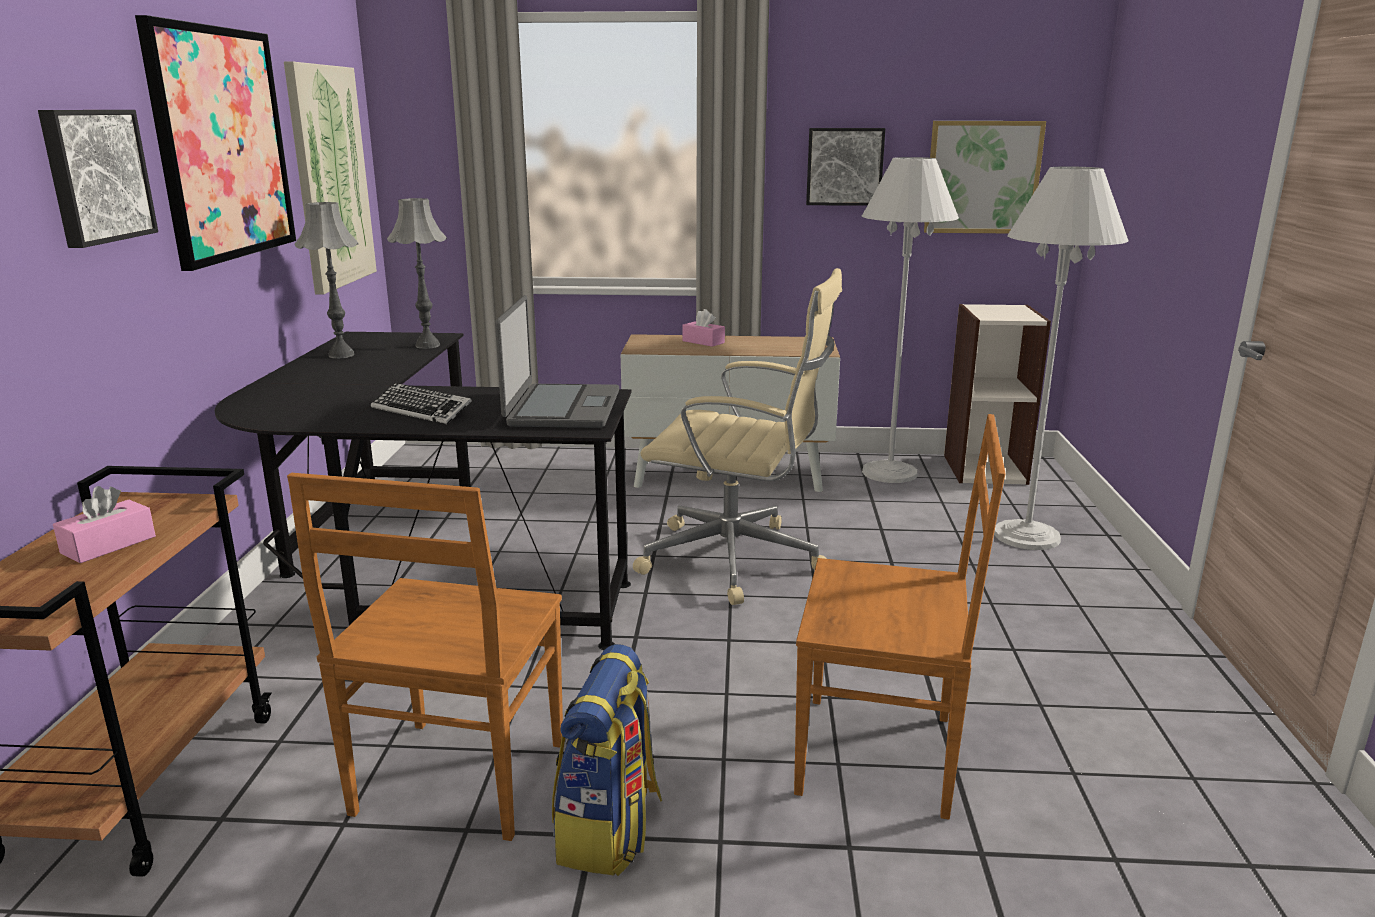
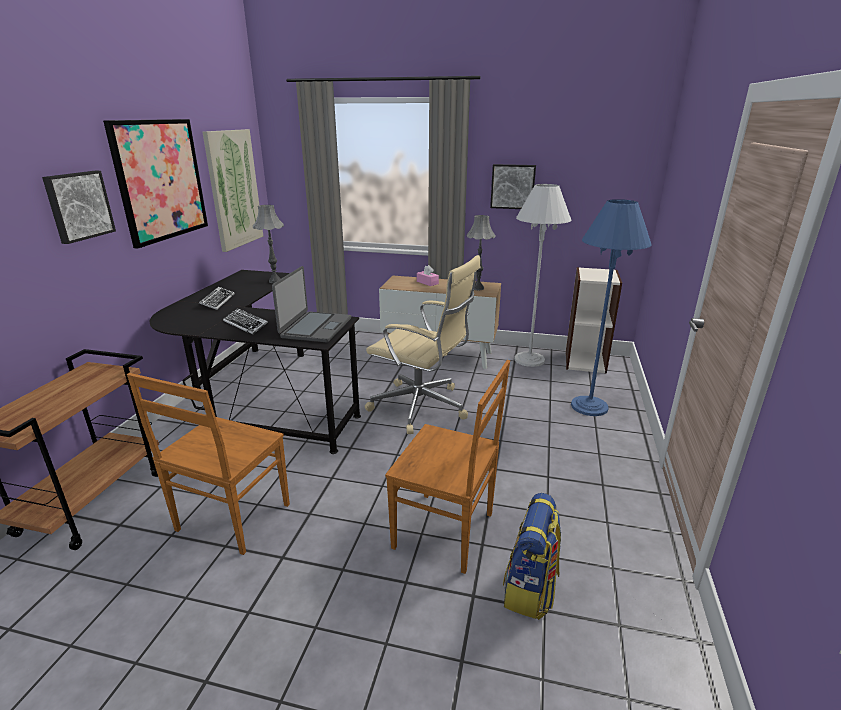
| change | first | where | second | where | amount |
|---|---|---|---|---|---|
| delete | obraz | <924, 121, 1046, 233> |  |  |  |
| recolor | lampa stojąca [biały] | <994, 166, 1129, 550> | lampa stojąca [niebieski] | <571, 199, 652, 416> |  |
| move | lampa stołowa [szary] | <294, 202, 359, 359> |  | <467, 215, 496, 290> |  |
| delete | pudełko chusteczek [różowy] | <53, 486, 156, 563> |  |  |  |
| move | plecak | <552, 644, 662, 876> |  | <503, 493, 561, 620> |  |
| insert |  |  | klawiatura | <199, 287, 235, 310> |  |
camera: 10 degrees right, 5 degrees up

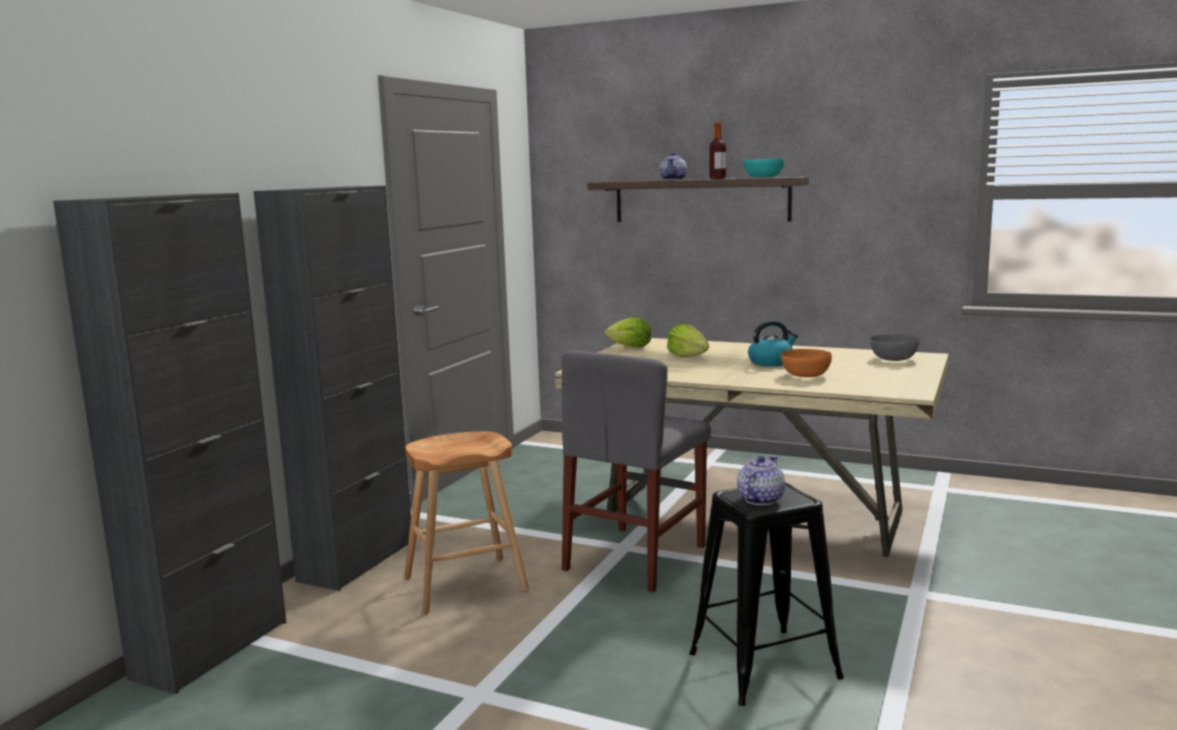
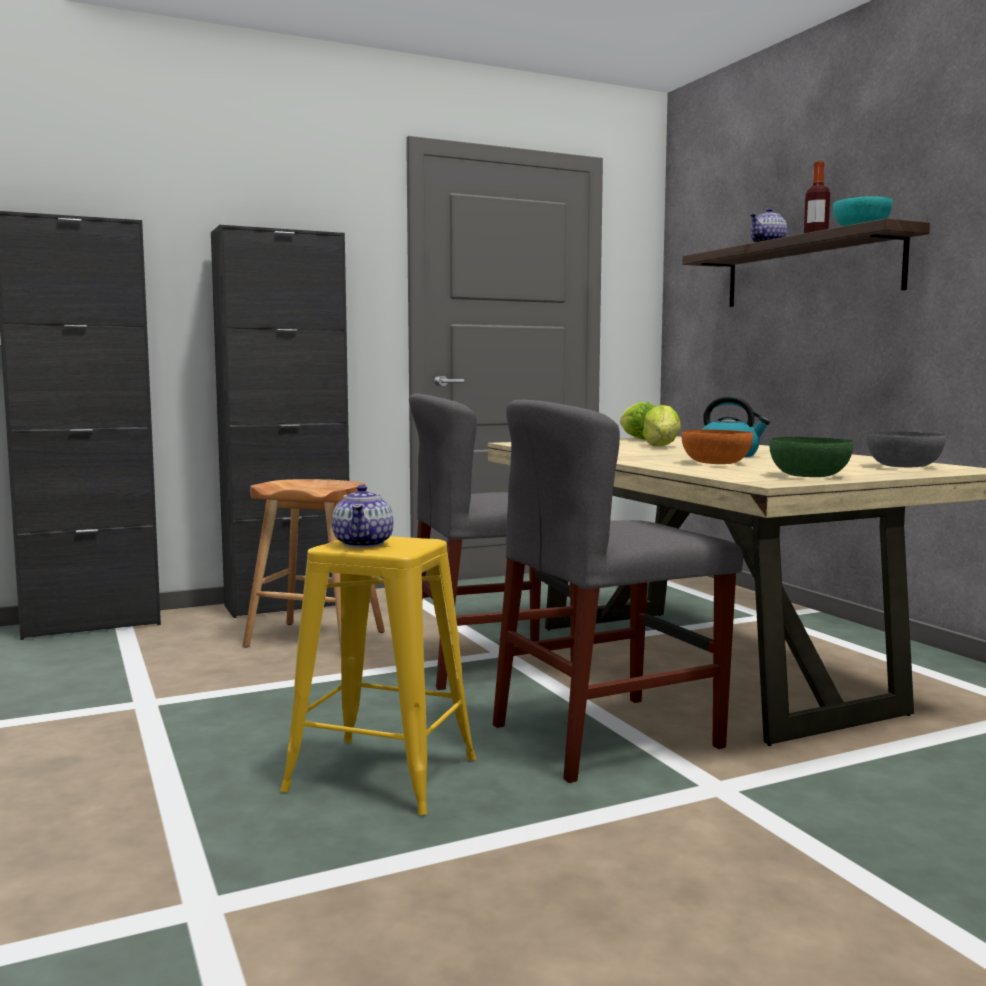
| change | first | where | second | where | amount |
|---|---|---|---|---|---|
| rotate | imbryk | <737, 455, 785, 505> |  | <332, 485, 393, 548> | 105 degrees clockwise |
| recolor | stołek [czarny] | <689, 482, 844, 706> | stołek [żółty] | <280, 536, 476, 815> |  |
| insert |  |  | krzesło [szary] | <493, 400, 743, 783> |  |
| insert |  |  | miska [zielony] | <769, 437, 853, 477> |  |
camera: 40 degrees right, 5 degrees down

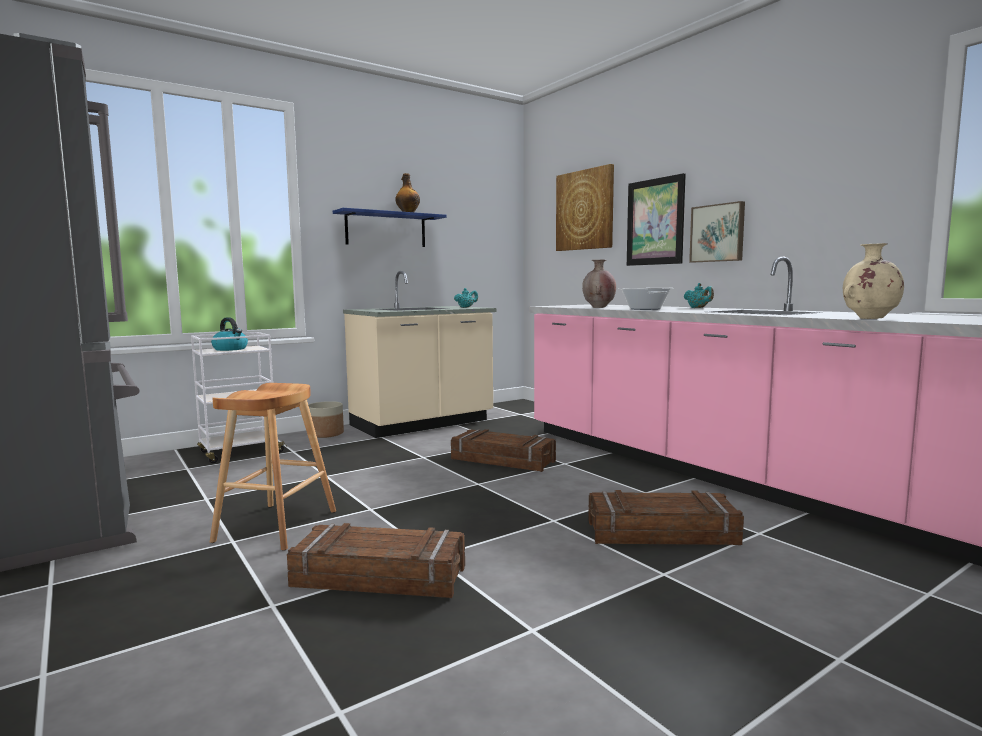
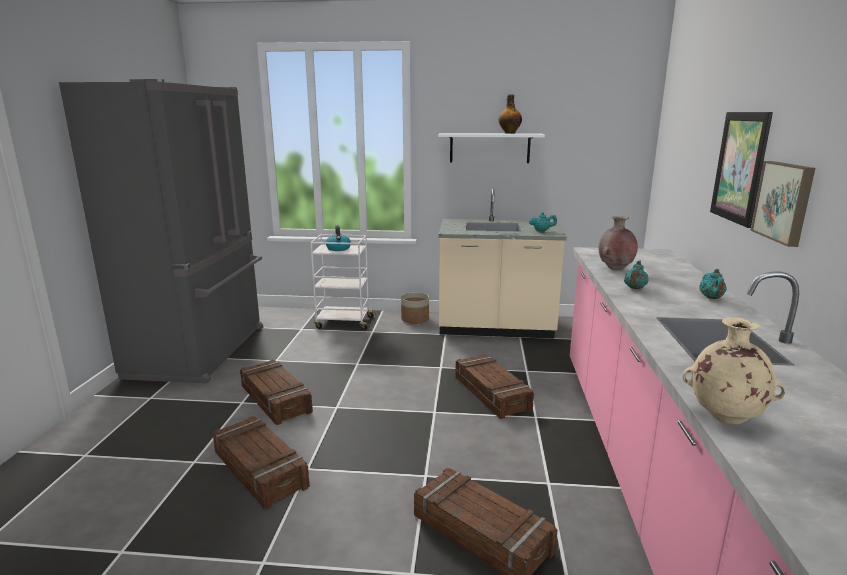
| change | first | where | second | where | amount |
|---|---|---|---|---|---|
| delete | obraz | <556, 164, 614, 251> |  |  |  |
| recolor | półka [niebieski] | <333, 208, 447, 247> | półka [biały] | <438, 133, 545, 163> |  |
| replace | garnek | <619, 288, 674, 310> | imbryk [turkusowy] | <624, 260, 648, 289> |  |
| replace | stołek [brązowy] | <210, 383, 336, 551> | skrzynka | <240, 360, 313, 425> |  |
camera: 40 degrees right, 10 degrees up

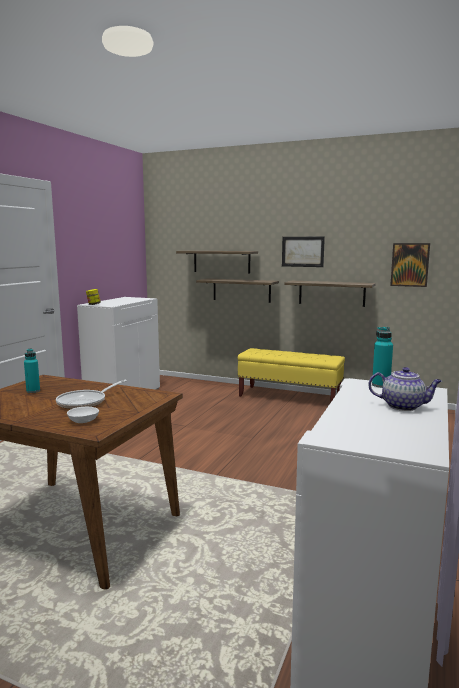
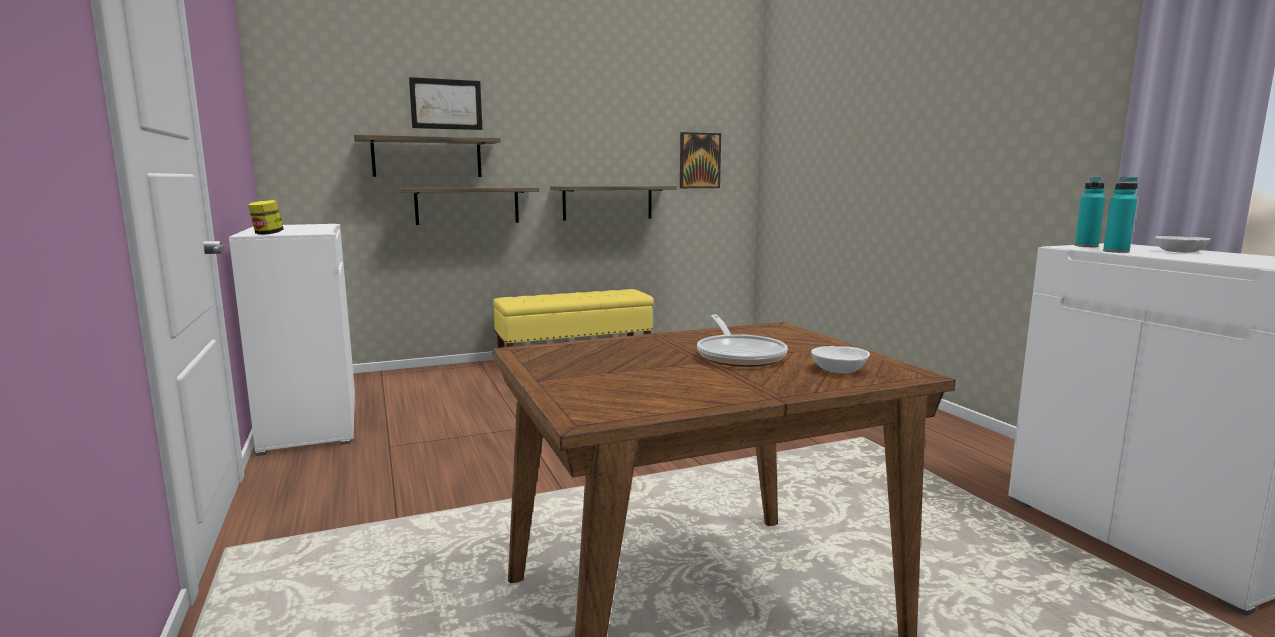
| change | first | where | second | where | amount |
|---|---|---|---|---|---|
| move | obraz | <282, 237, 325, 267> |  | <409, 77, 482, 130> |  |
| move | butelka [turkusowy] | <24, 348, 40, 393> |  | <1103, 177, 1138, 253> |  |
| replace | imbryk | <368, 367, 442, 411> | miska [biały] | <1155, 236, 1211, 253> |  |
camera: 45 degrees left, 0 degrees up

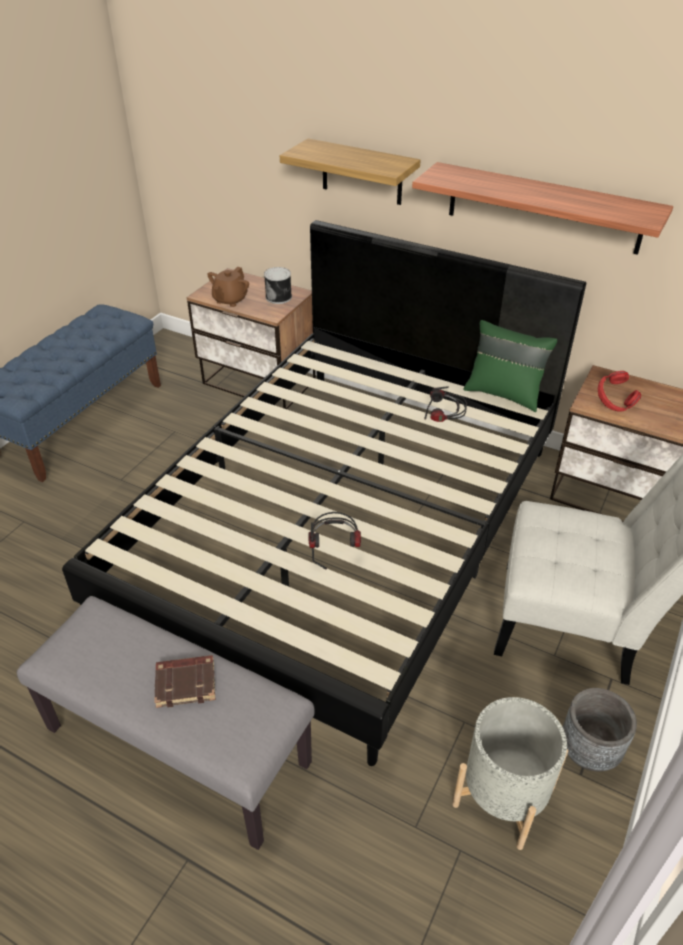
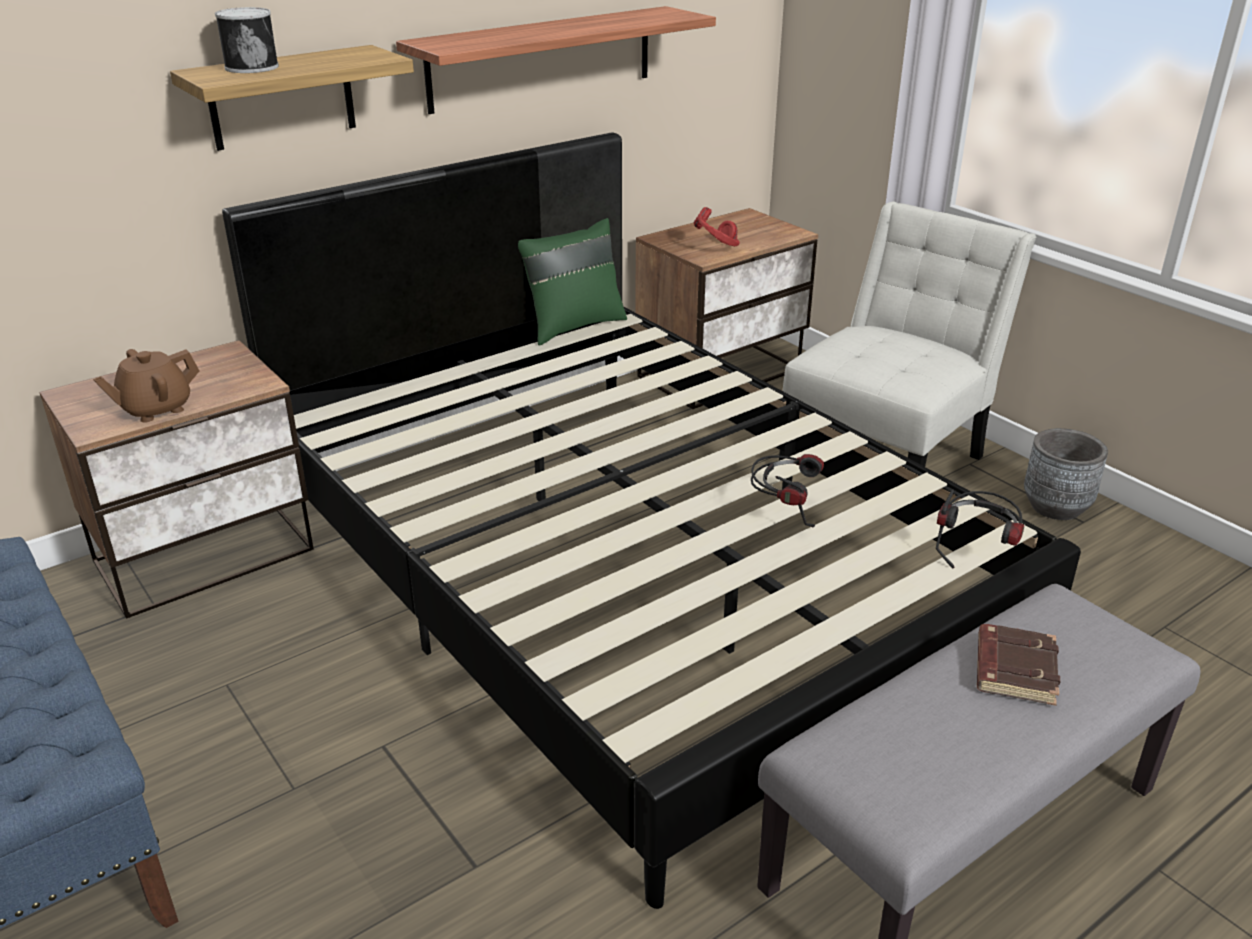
| change | first | where | second | where | amount |
|---|---|---|---|---|---|
| rotate | imbryk [brązowy] | <208, 267, 249, 307> |  | <93, 349, 199, 423> | 90 degrees clockwise |
| move | puszka | <264, 267, 292, 304> |  | <215, 7, 279, 73> |  |
| move | słuchawki | <424, 386, 467, 422> |  | <936, 490, 1024, 568> |  |
| delete | donica [szary] | <452, 697, 568, 850> |  |  |  |
camera: 65 degrees left, 10 degrees down

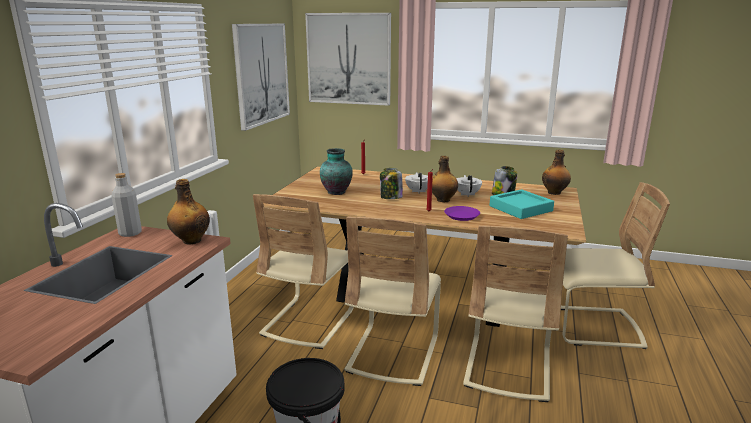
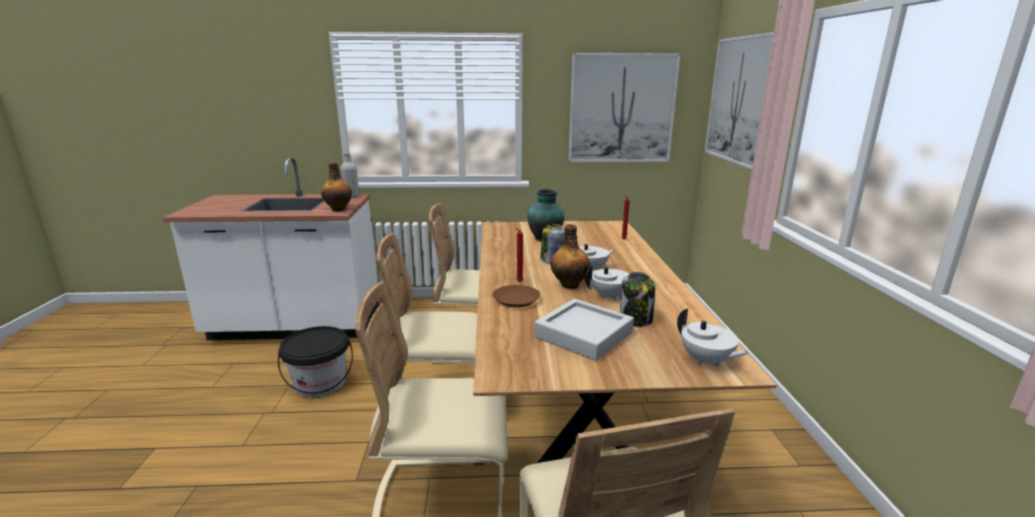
| change | first | where | second | where | amount |
|---|---|---|---|---|---|
| replace | butelka | <542, 150, 571, 195> | imbryk [biały] | <677, 309, 750, 367> |  |
| recolor | taca [turkusowy] | <489, 189, 554, 219> | taca [szary] | <534, 299, 634, 361> |  |
| recolor | talerz [fioletowy] | <444, 206, 480, 221> | talerz [brązowy] | <492, 285, 540, 308> |  |
camera: 70 degrees right, 0 degrees up

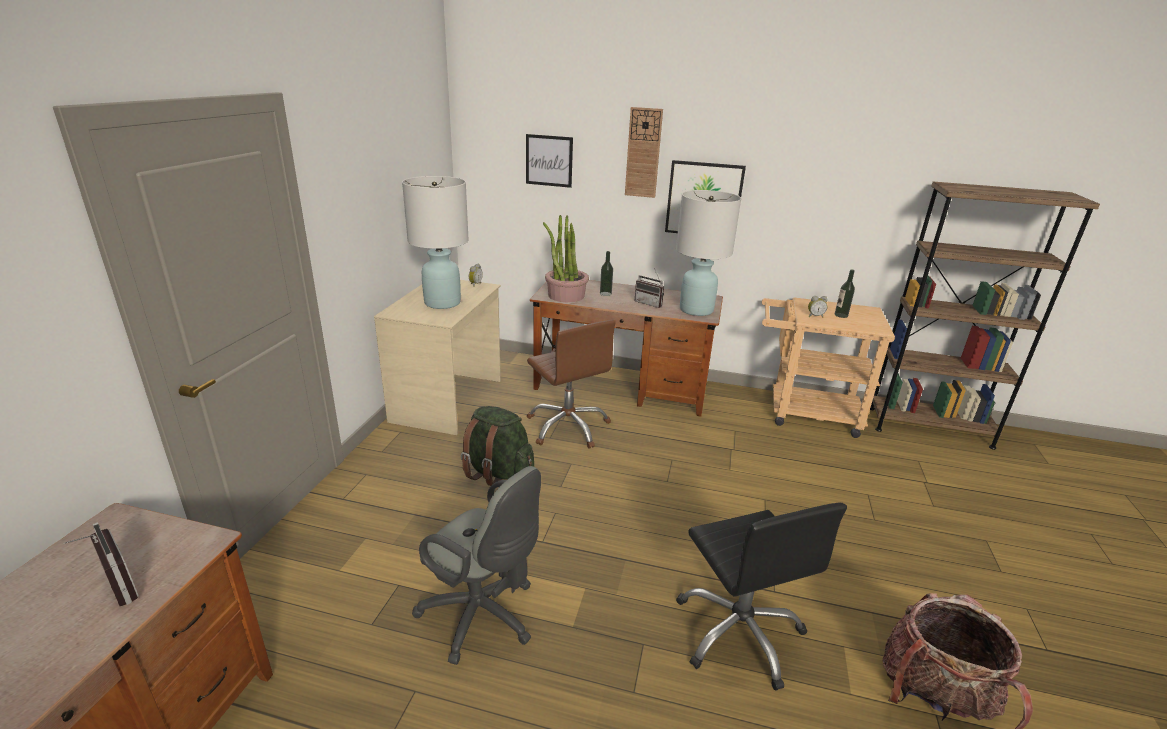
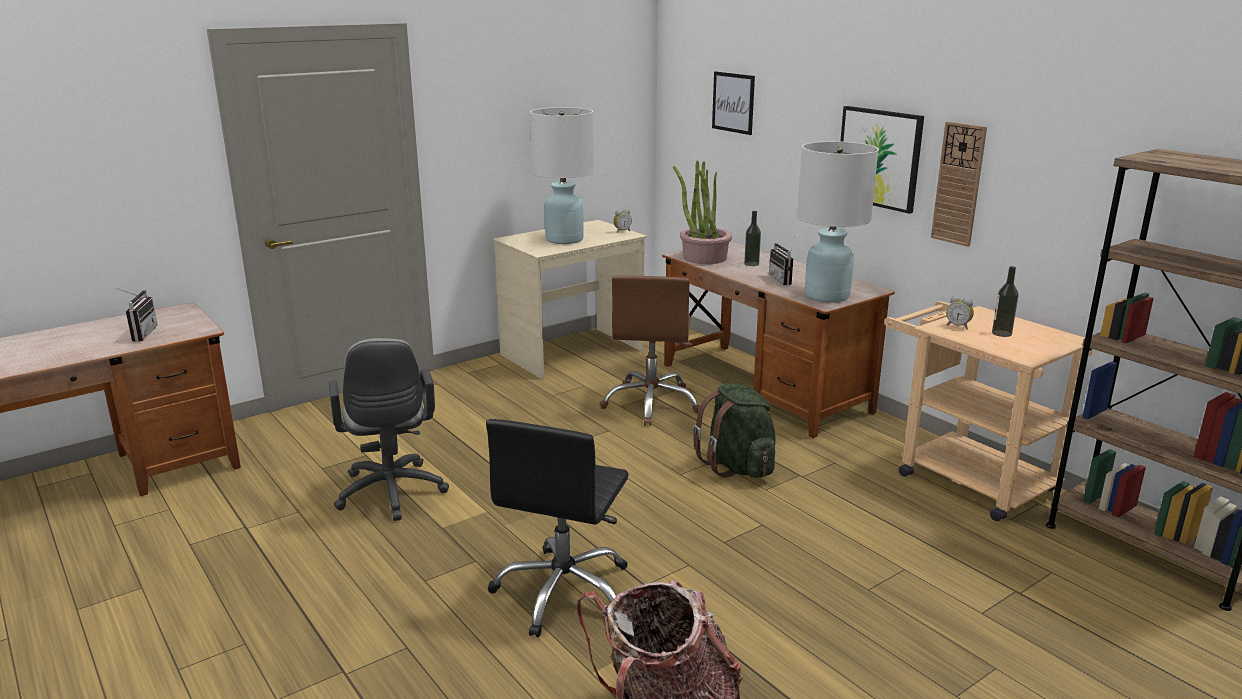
| change | first | where | second | where | amount |
|---|---|---|---|---|---|
| move | zegar ścienny | <625, 107, 663, 198> |  | <931, 121, 987, 247> |  |
| move | plecak [zielony] | <461, 406, 534, 486> |  | <693, 383, 775, 478> |  |
camera: 40 degrees right, 5 degrees down

